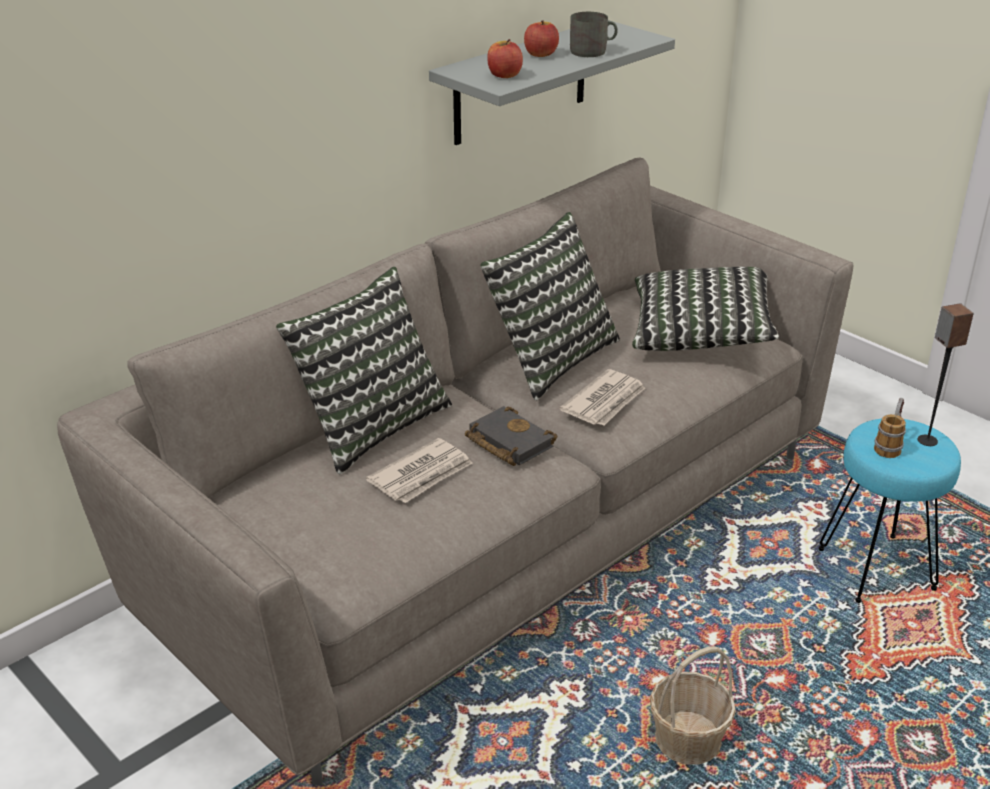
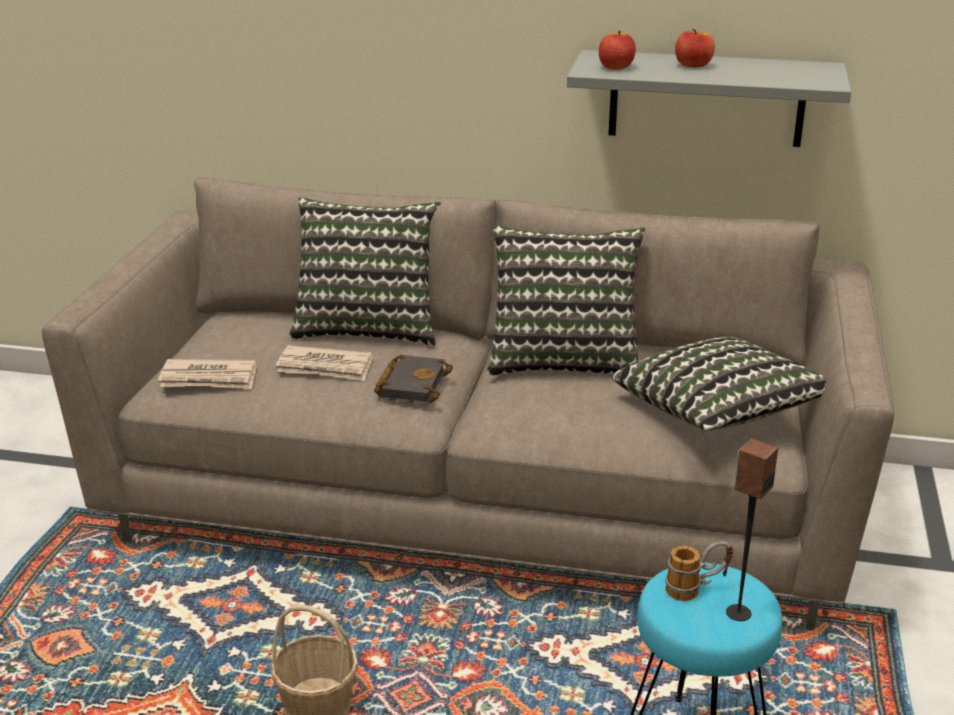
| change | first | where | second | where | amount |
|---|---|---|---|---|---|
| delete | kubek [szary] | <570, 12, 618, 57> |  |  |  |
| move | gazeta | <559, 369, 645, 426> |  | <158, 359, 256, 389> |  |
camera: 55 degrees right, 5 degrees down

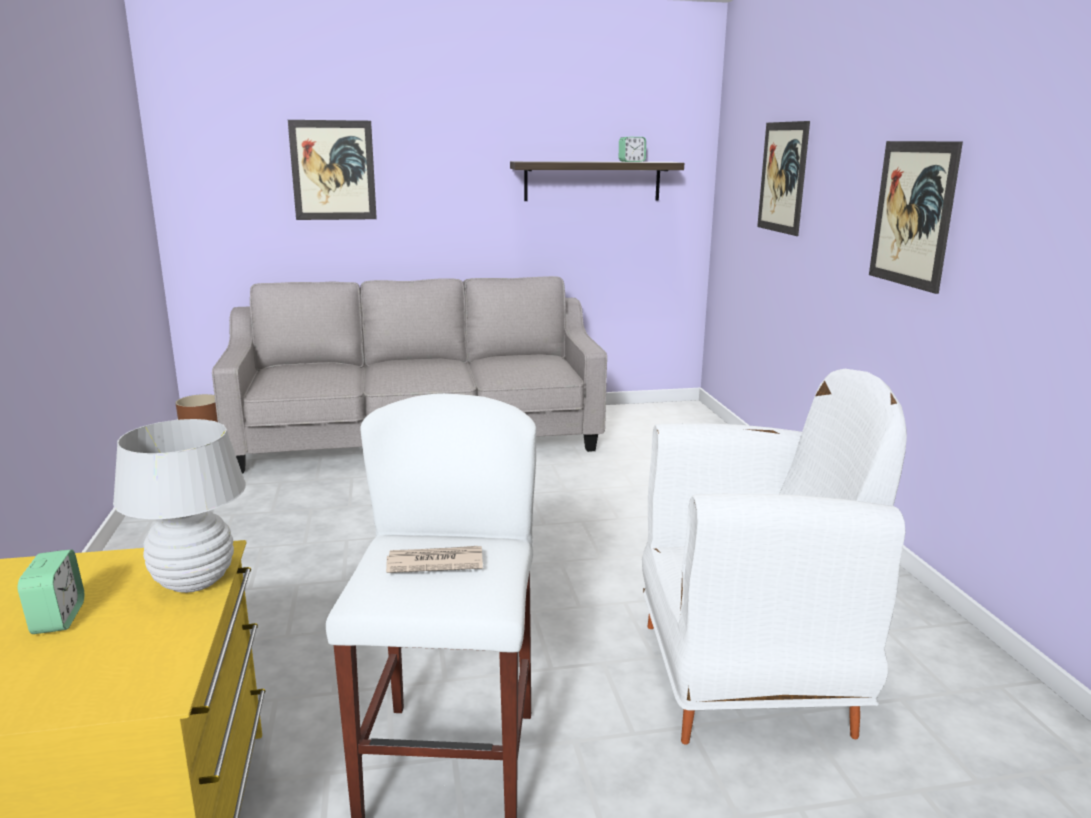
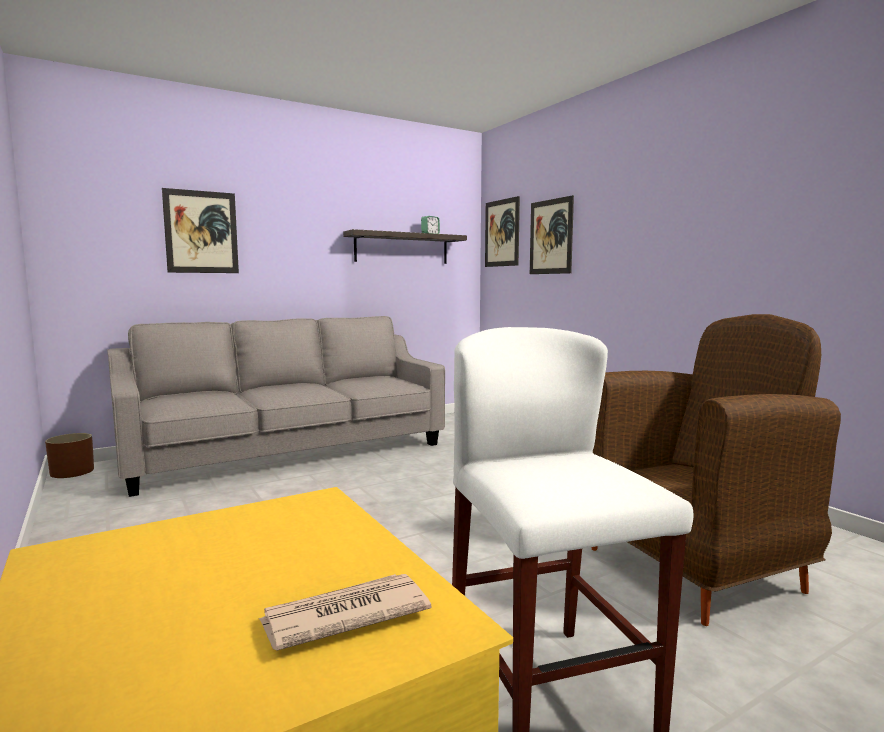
| change | first | where | second | where | amount |
|---|---|---|---|---|---|
| move | obraz | <869, 141, 963, 294> |  | <485, 196, 520, 267> |  |
| recolor | fotel [biały] | <642, 369, 907, 745> | fotel [brązowy] | <592, 314, 841, 626> |  |
| delete | lampa stołowa [biały] | <113, 419, 246, 593> |  |  |  |
| move | gazeta | <386, 546, 483, 573> |  | <259, 574, 432, 651> |  |
| delete | budzik | <18, 549, 84, 634> |  |  |  |
camera: 20 degrees left, 10 degrees down

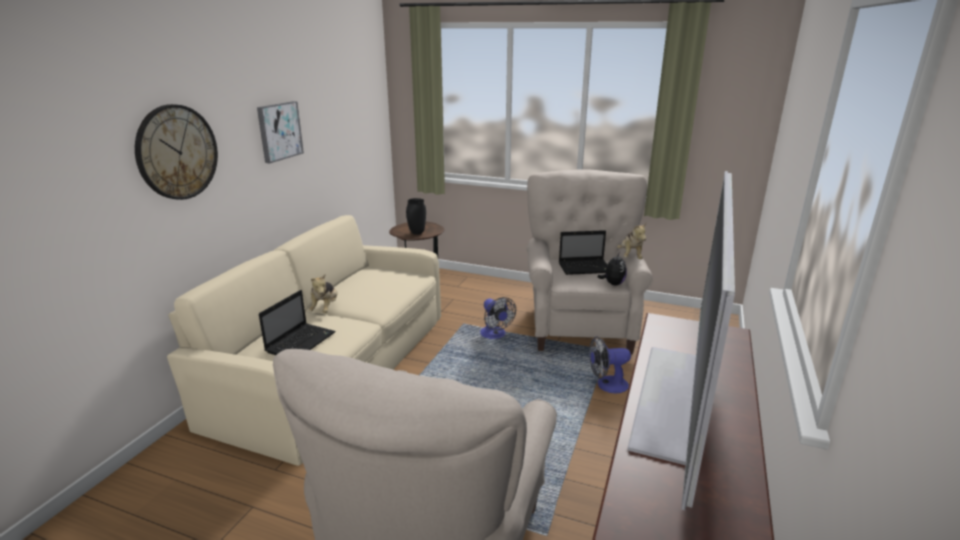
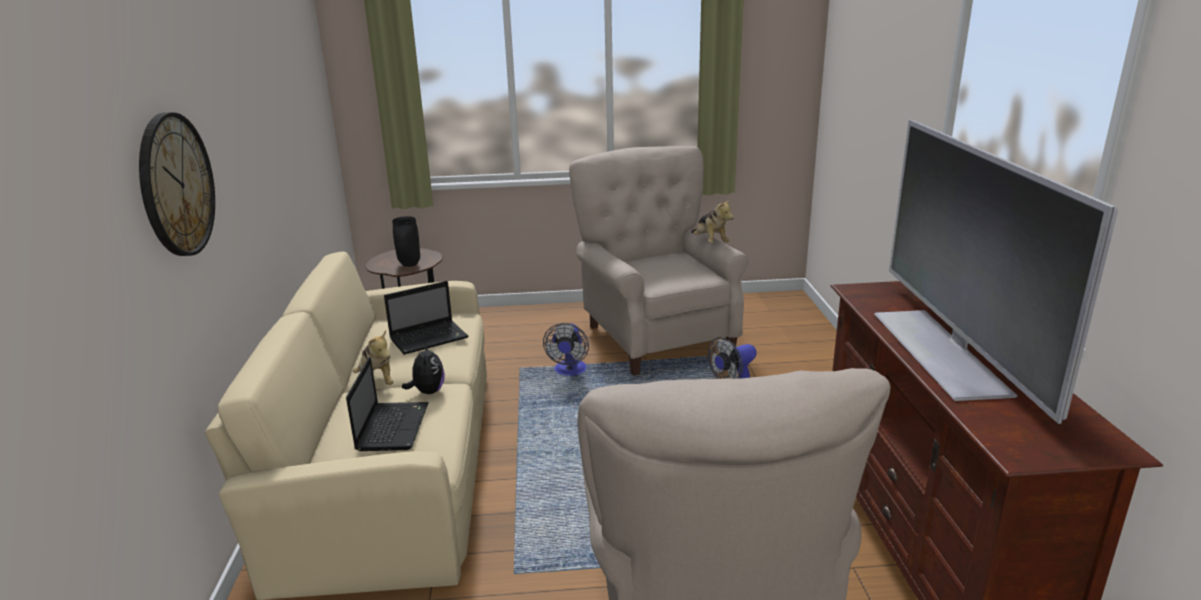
| change | first | where | second | where | amount |
|---|---|---|---|---|---|
| delete | obraz | <257, 101, 304, 163> |  |  |  |
| move | laptop | <559, 230, 608, 275> |  | <384, 281, 468, 355> |  |
| move | pluszak | <598, 253, 627, 286> |  | <402, 342, 445, 394> |  |
| rotate | wentylator | <480, 297, 516, 339> |  | <543, 323, 589, 376> | 60 degrees clockwise |
camera: 25 degrees left, 0 degrees up

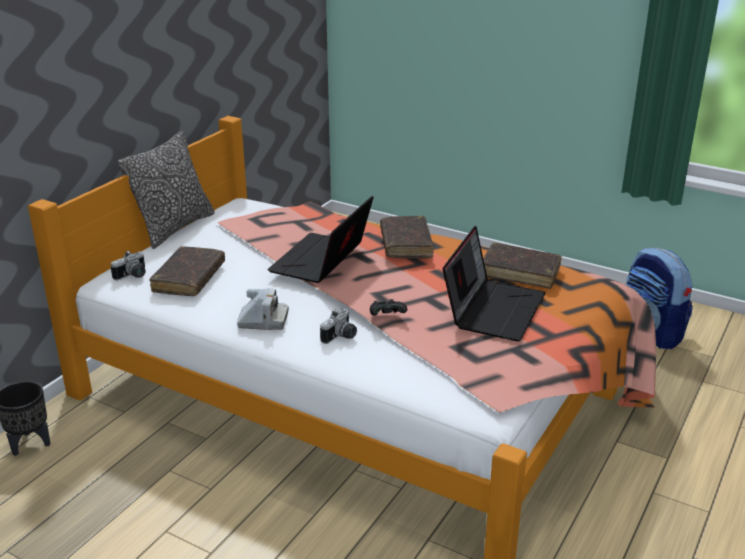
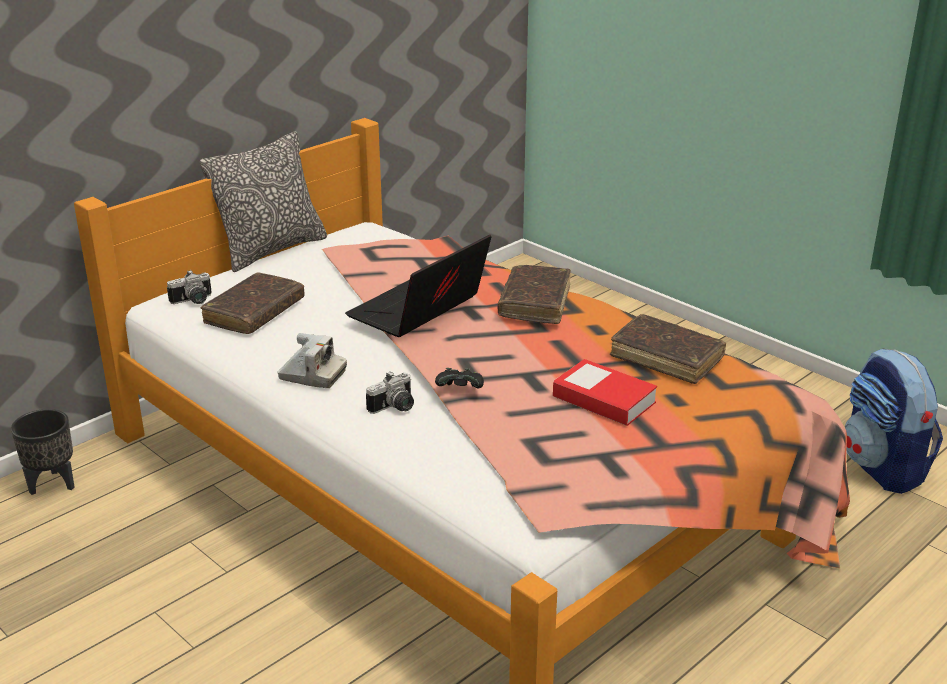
| change | first | where | second | where | amount |
|---|---|---|---|---|---|
| replace | laptop | <443, 226, 546, 342> | książka | <553, 359, 657, 426> |  |
camera: 15 degrees right, 0 degrees up

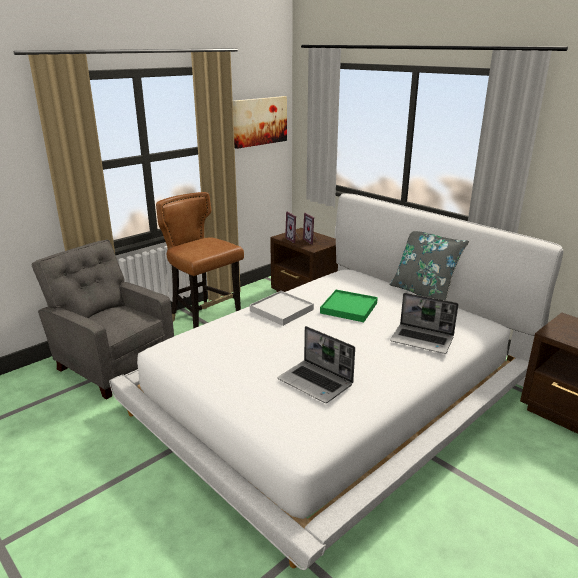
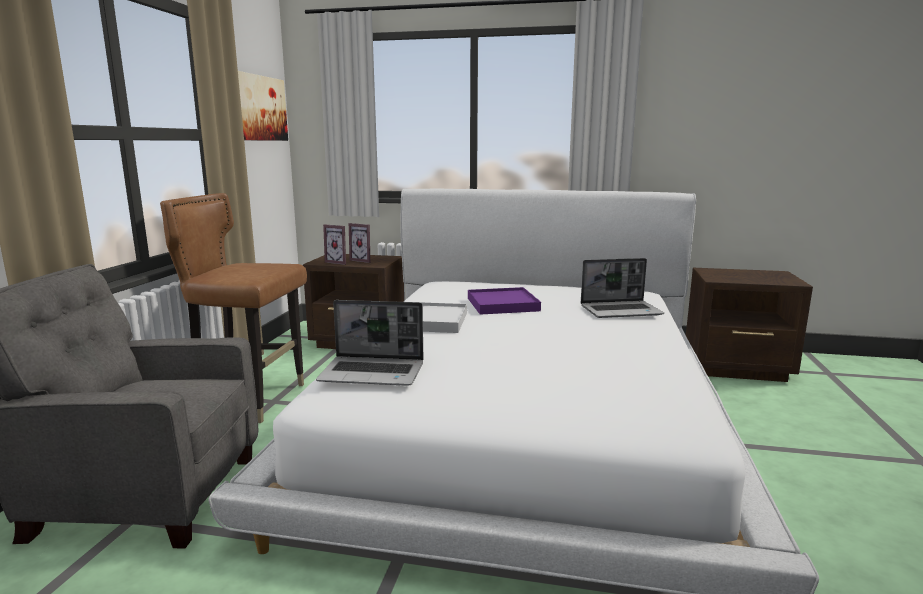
| change | first | where | second | where | amount |
|---|---|---|---|---|---|
| delete | poduszka [szary] | <389, 231, 469, 300> |  |  |  |
| recolor | taca [zielony] | <320, 290, 378, 322> | taca [fioletowy] | <468, 287, 541, 315> |  |
| move | laptop | <278, 326, 355, 403> |  | <316, 300, 423, 386> |  |
camera: 35 degrees left, 10 degrees down

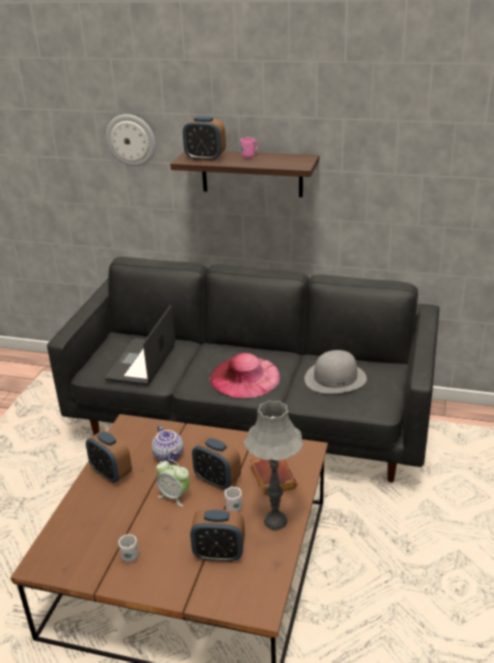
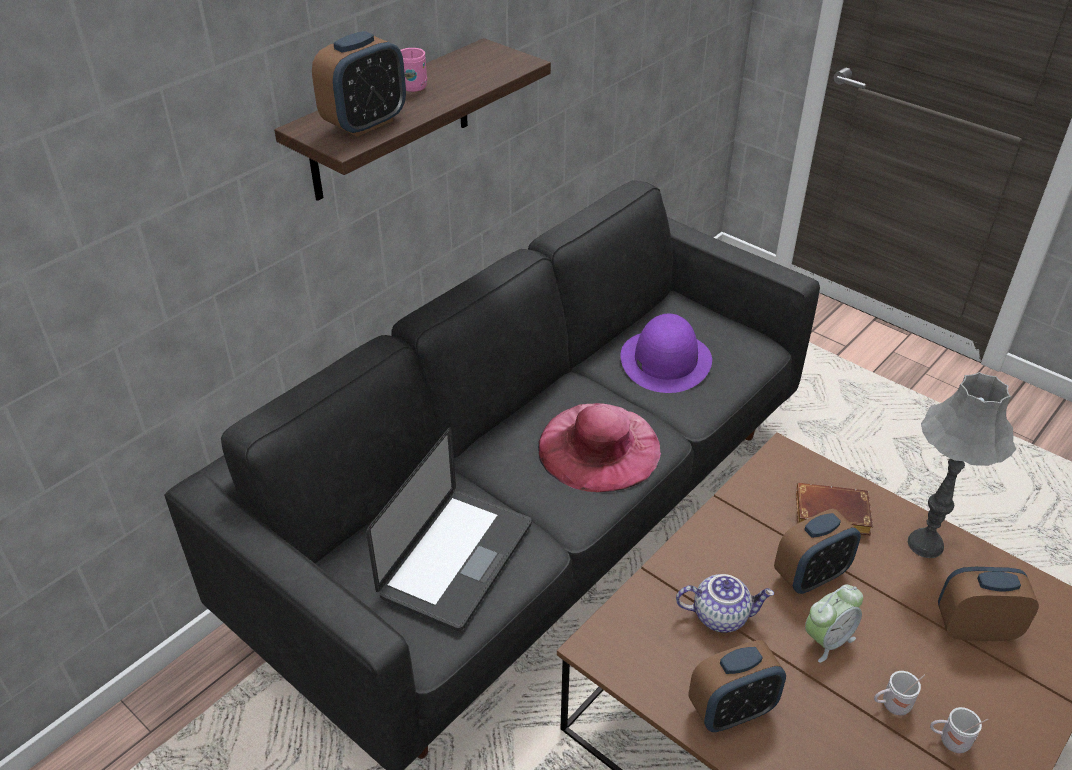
| change | first | where | second | where | amount |
|---|---|---|---|---|---|
| delete | zegar ścienny | <106, 114, 156, 166> |  |  |  |
| rotate | laptop | <106, 305, 175, 386> |  | <366, 428, 532, 631> | 105 degrees counterclockwise |
| recolor | kapelusz [szary] | <304, 350, 367, 393> | kapelusz [fioletowy] | <621, 314, 712, 393> |  |
| move | kubek [biały] | <224, 487, 242, 512> |  | <874, 671, 925, 715> |  |
| rotate | budzik | <190, 509, 245, 562> |  | <938, 567, 1039, 641> | 120 degrees counterclockwise |
camera: 65 degrees left, 10 degrees up

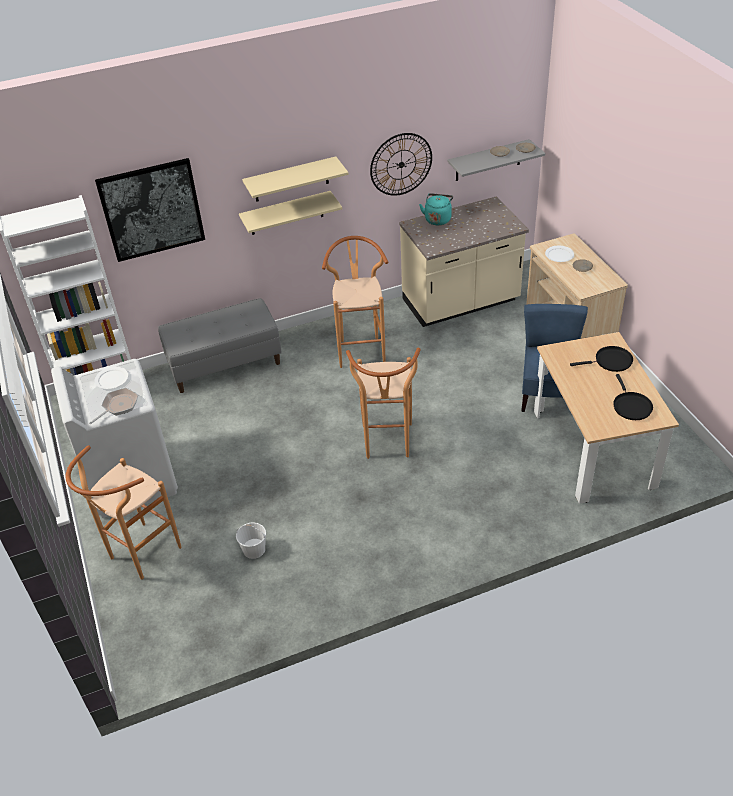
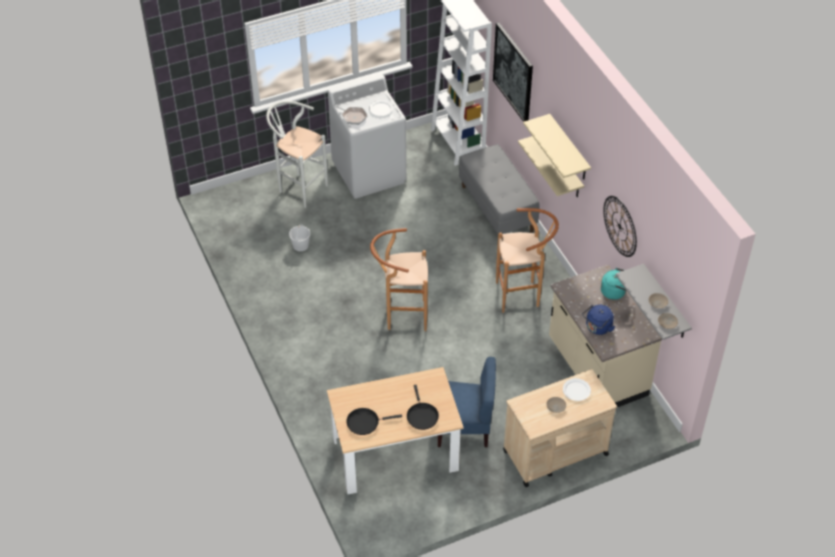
| change | first | where | second | where | amount |
|---|---|---|---|---|---|
| recolor | stołek [brązowy] | <66, 445, 182, 580> | stołek [biały] | <266, 101, 328, 208> |  |
| insert |  |  | czajnik [niebieski] | <582, 305, 615, 335> |  |
camera: 85 degrees right, 5 degrees up

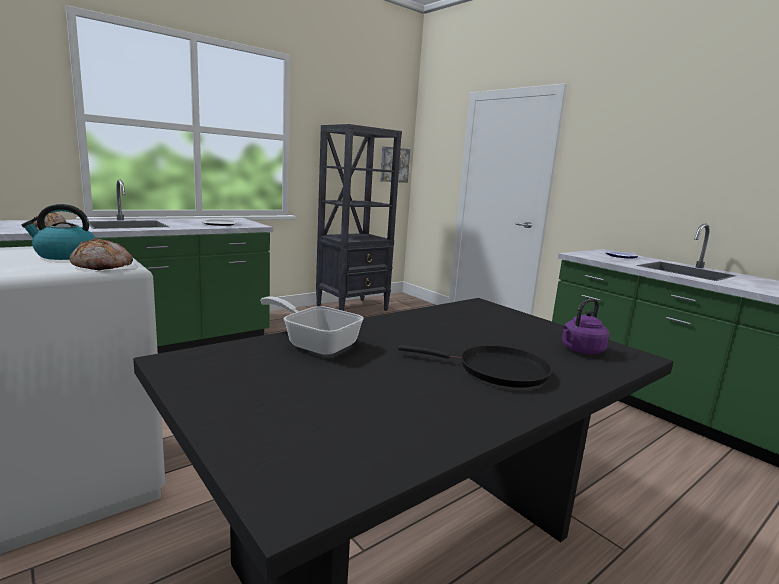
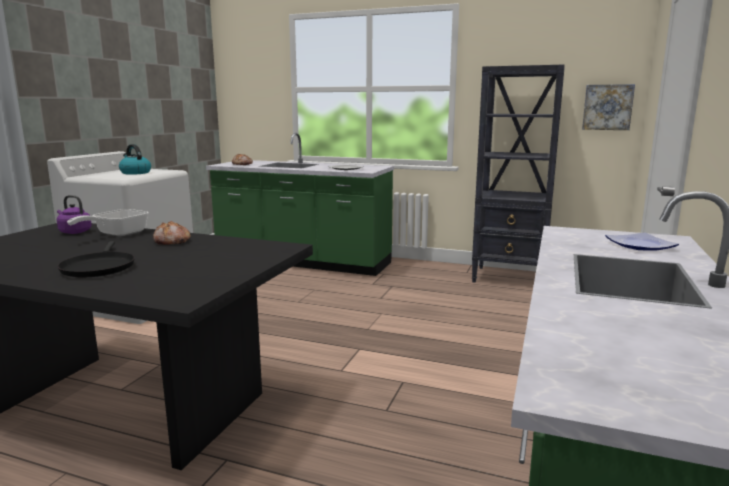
| change | first | where | second | where | amount |
|---|---|---|---|---|---|
| move | chleb | <70, 238, 133, 270> |  | <153, 221, 191, 245> |  |
| rotate | patelnia | <260, 296, 364, 356> |  | <67, 209, 149, 236> | 150 degrees counterclockwise |
| move | czajnik [fioletowy] | <562, 298, 609, 354> |  | <57, 195, 92, 234> |  |
camera: 60 degrees right, 0 degrees up

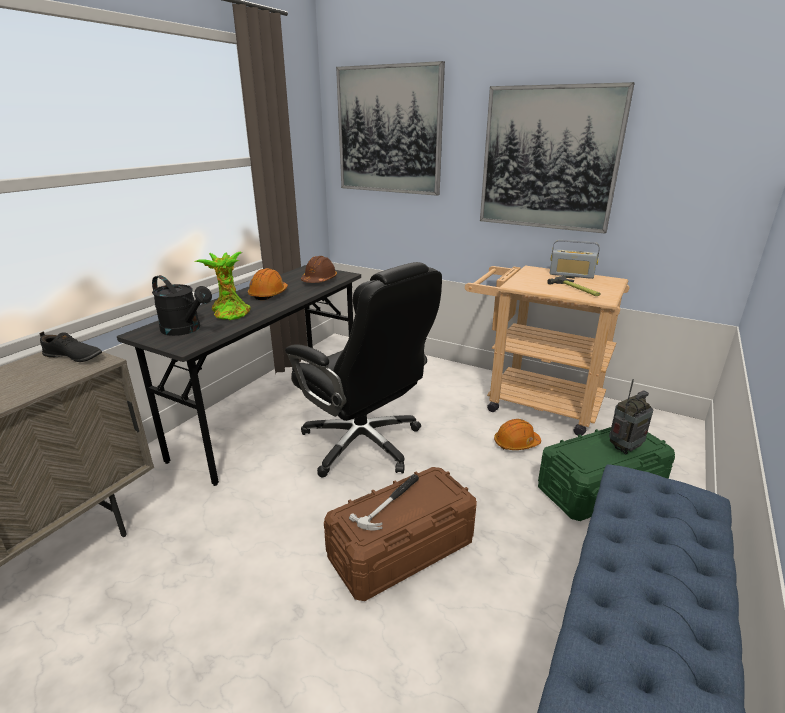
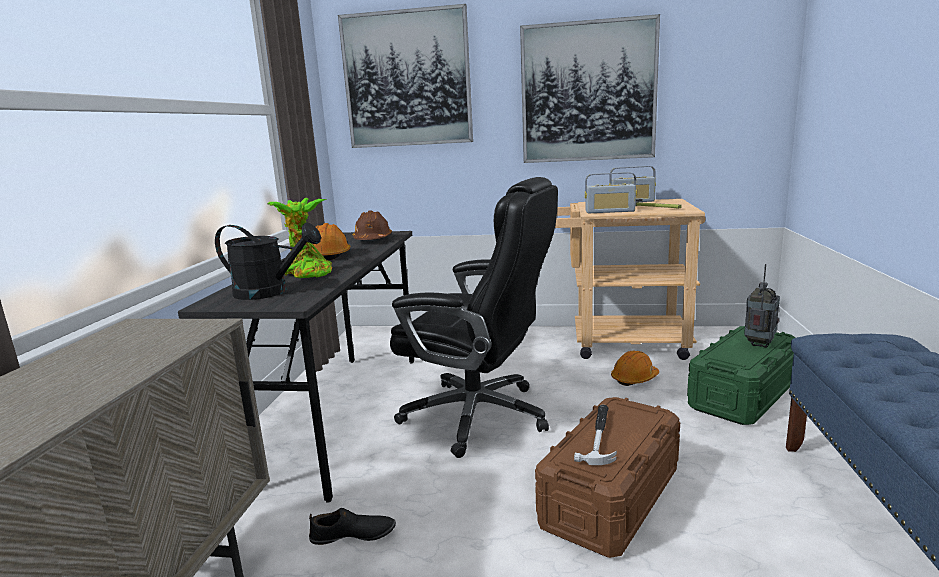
| change | first | where | second | where | amount |
|---|---|---|---|---|---|
| move | but [czarny] | <39, 332, 102, 362> |  | <309, 508, 396, 545> |  |
| insert |  |  | radio | <585, 172, 637, 213> |  |
camera: 20 degrees left, 10 degrees down

